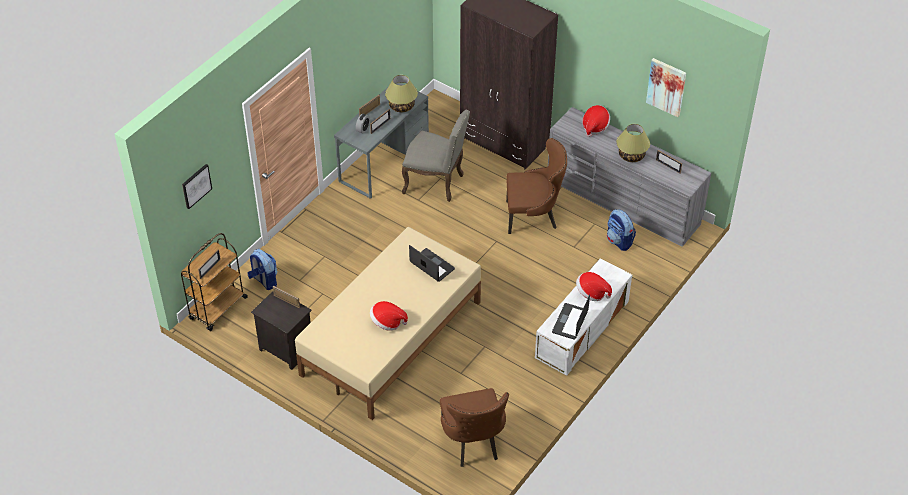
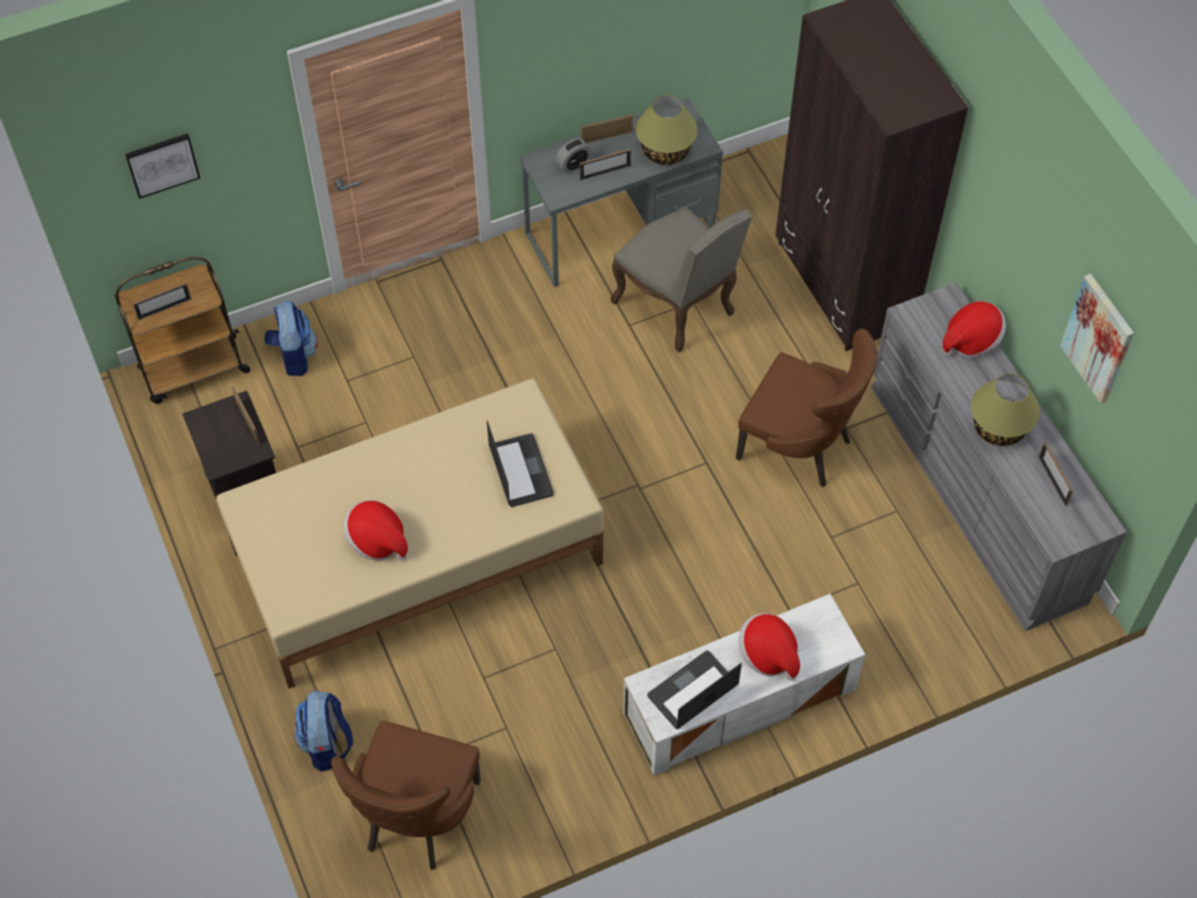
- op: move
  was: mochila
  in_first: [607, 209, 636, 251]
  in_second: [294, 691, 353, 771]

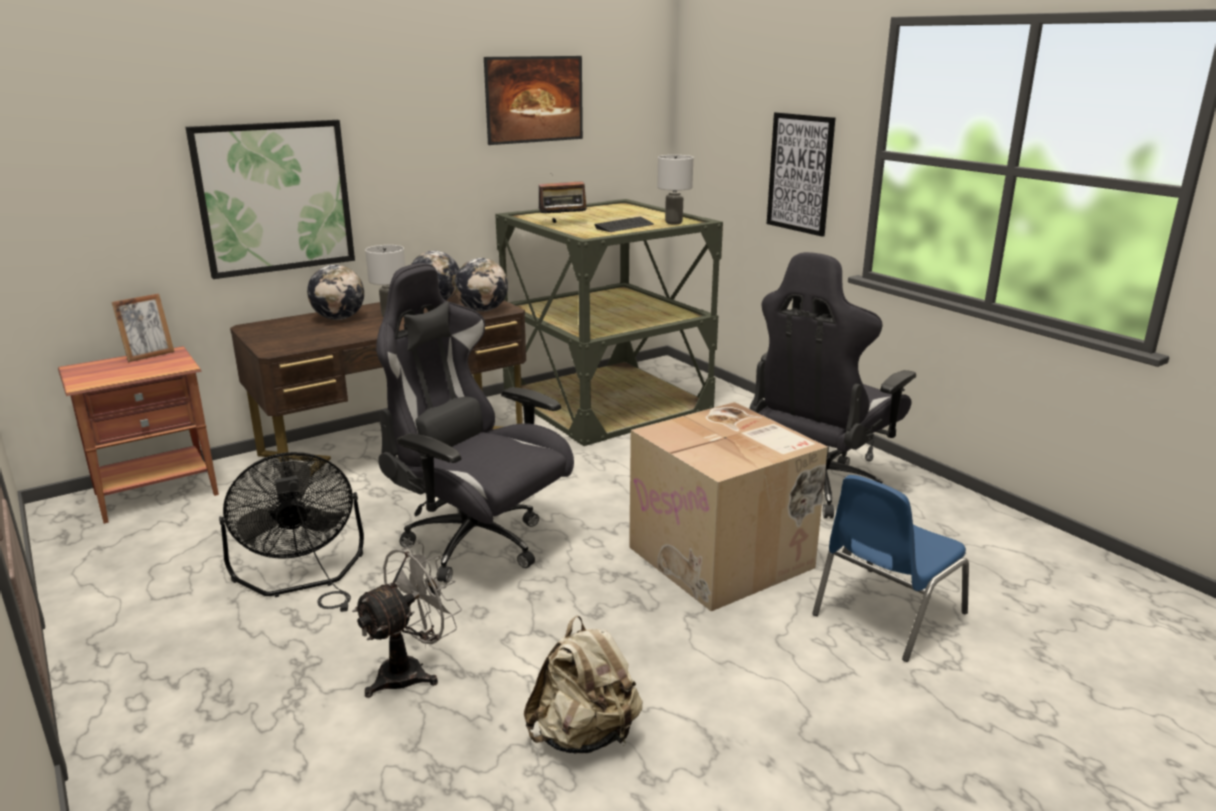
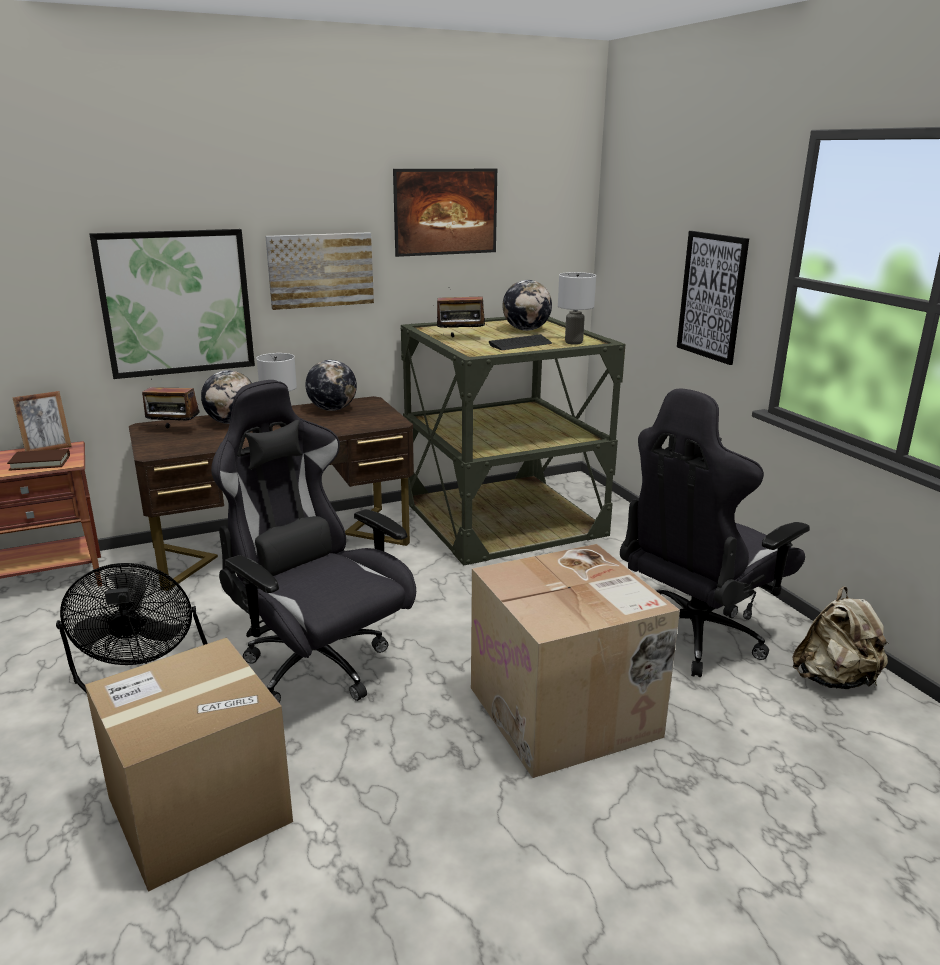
- op: insert
  now: libro (marrón)
  in_second: [7, 449, 70, 470]
- op: replace
  was: ventilador (gris)
  now: caja de cartón
  in_first: [352, 542, 462, 698]
  in_second: [85, 637, 293, 892]
- op: insert
  now: radio
  in_second: [142, 387, 200, 428]
- op: insert
  now: cuadro
  in_second: [265, 232, 374, 310]
- op: move
  was: globo terráqueo
  in_first: [455, 258, 508, 312]
  in_second: [502, 280, 552, 331]
- op: move
  was: mochila (beis)
  in_first: [524, 616, 642, 754]
  in_second: [792, 586, 889, 689]
- op: delete
  was: silla (azul)
  in_first: [812, 475, 969, 662]

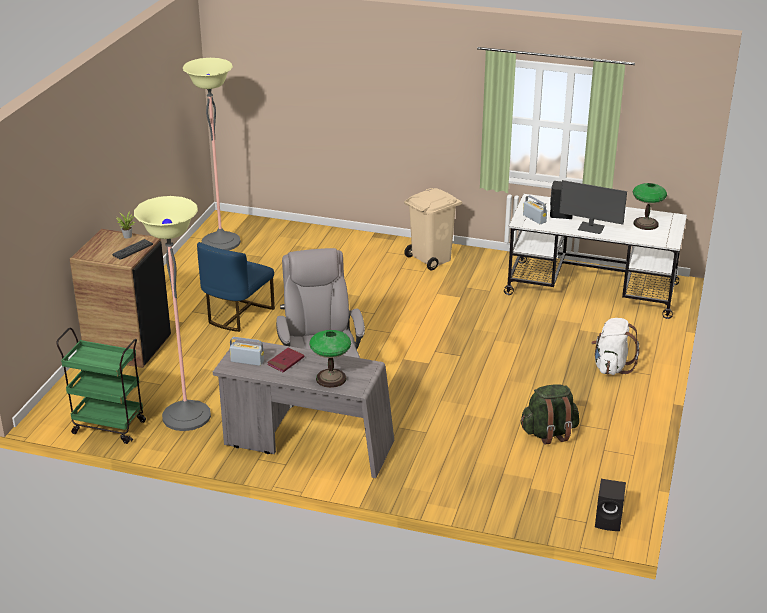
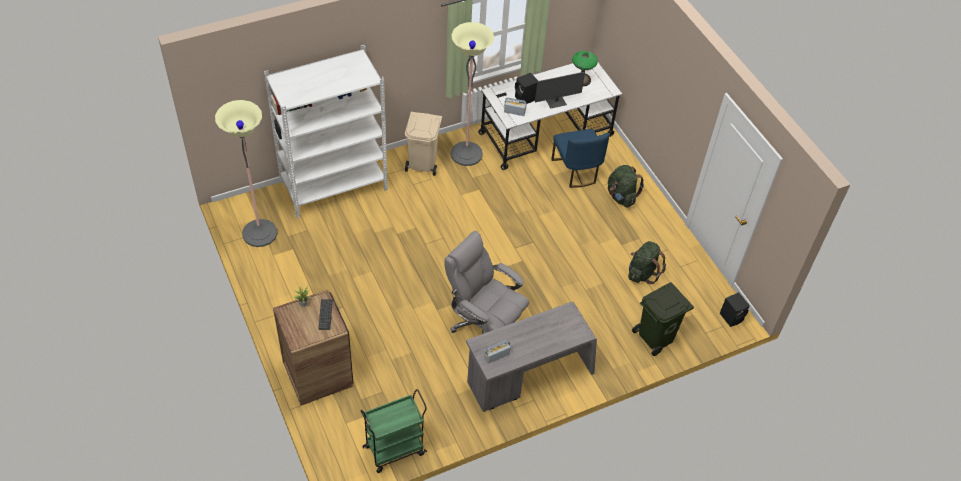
- op: insert
  now: estantería (blanco)
  in_second: [264, 45, 388, 218]
- op: move
  was: lámpara de pie
  in_first: [134, 196, 211, 431]
  in_second: [451, 22, 494, 166]
- op: move
  was: silla (azul)
  in_first: [197, 242, 275, 332]
  in_second: [551, 129, 610, 188]
- op: recolor
  was: mochila (blanco)
  now: mochila (verde)
  in_first: [591, 318, 640, 375]
  in_second: [608, 165, 644, 208]
- op: insert
  now: papelera (verde)
  in_second: [632, 282, 694, 356]
- op: delete
  was: libro (rojo)
  in_first: [267, 347, 304, 372]
- op: delete
  was: lámpara de mesa
  in_first: [309, 330, 351, 388]

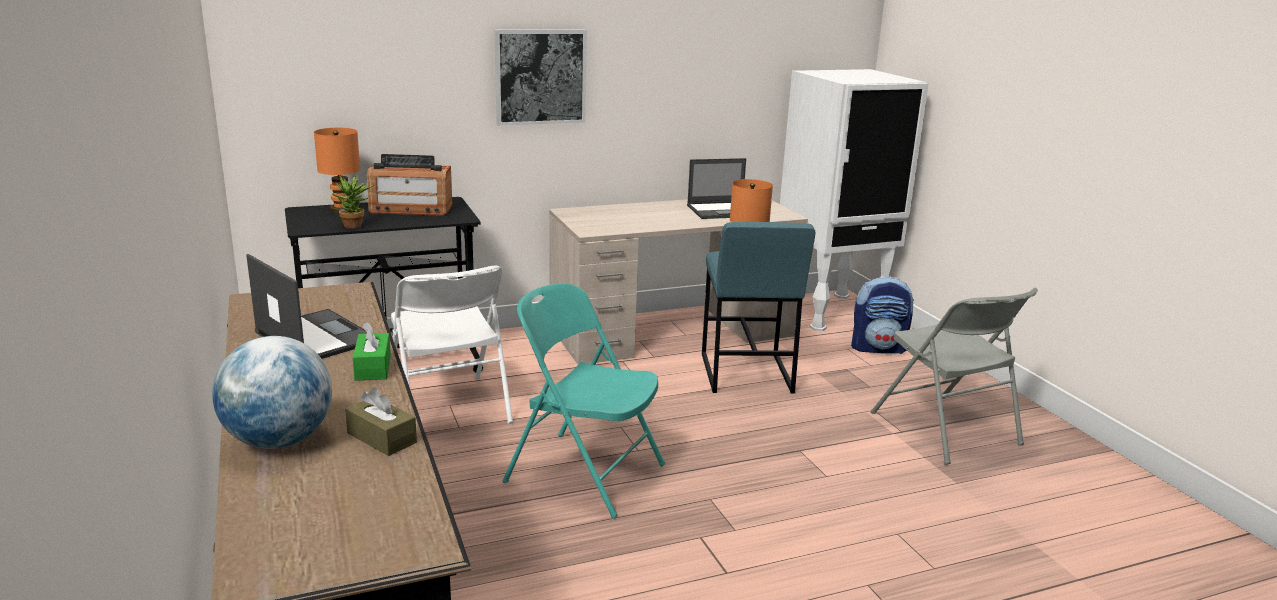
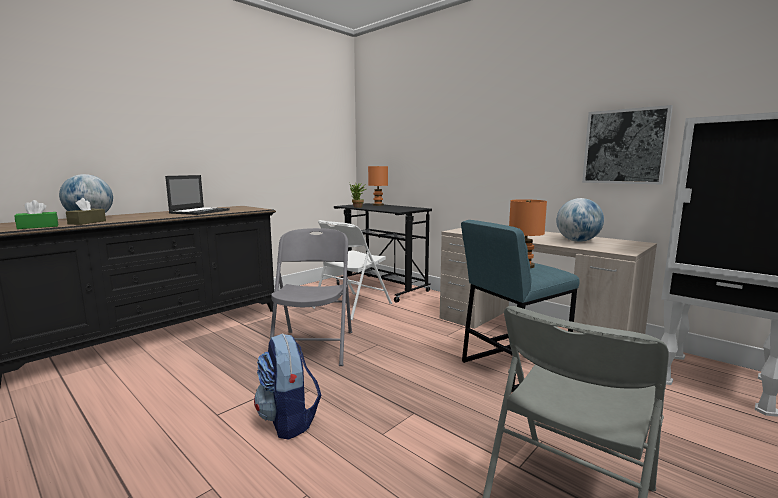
- op: move
  was: caja de pañuelos (verde)
  in_first: [353, 322, 391, 381]
  in_second: [14, 200, 58, 229]
- op: move
  was: mochila
  in_first: [851, 276, 914, 354]
  in_second: [254, 334, 322, 440]
- op: recolor
  was: silla (turquesa)
  now: silla (gris)
  in_first: [503, 283, 665, 519]
  in_second: [270, 228, 352, 366]
- op: replace
  was: portátil
  now: globo terráqueo
  in_first: [687, 158, 746, 219]
  in_second: [556, 198, 604, 242]
- op: move
  was: cuadro
  in_first: [494, 30, 587, 126]
  in_second: [582, 105, 673, 184]
- op: delete
  was: radio
  in_first: [367, 154, 452, 216]

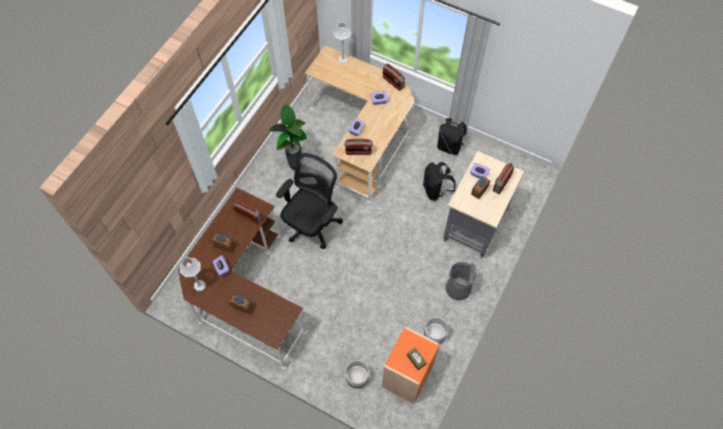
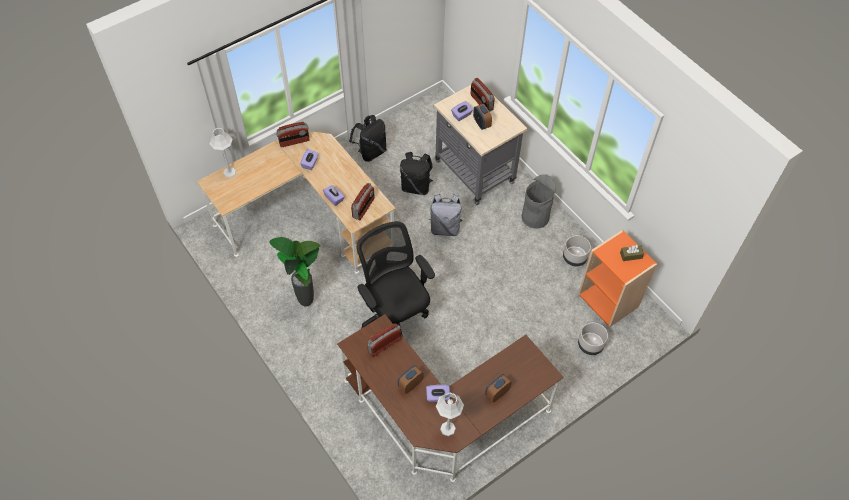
- op: insert
  now: mochila (gris)
  in_second: [429, 194, 463, 236]

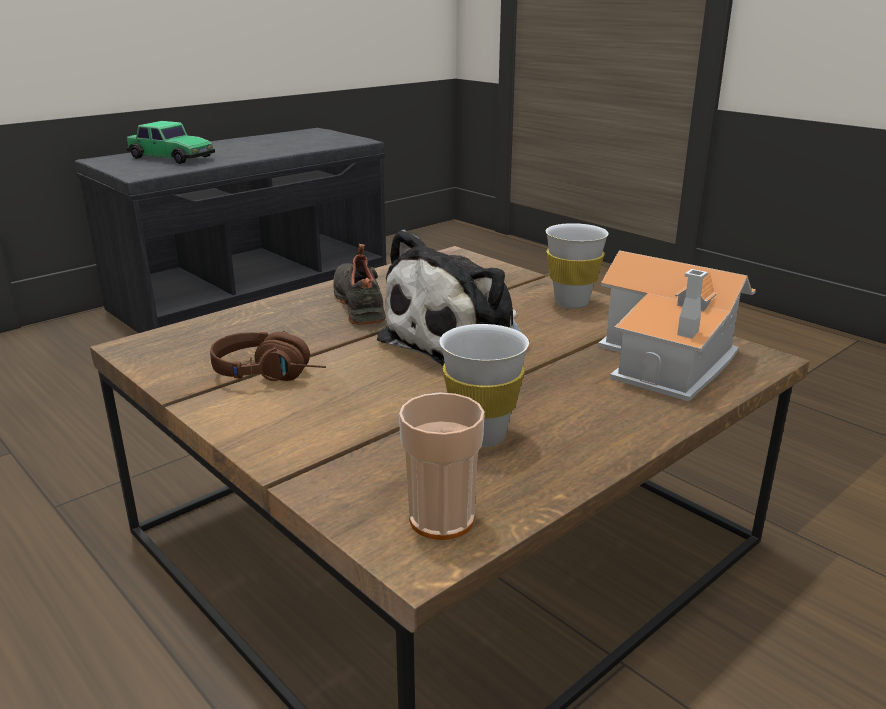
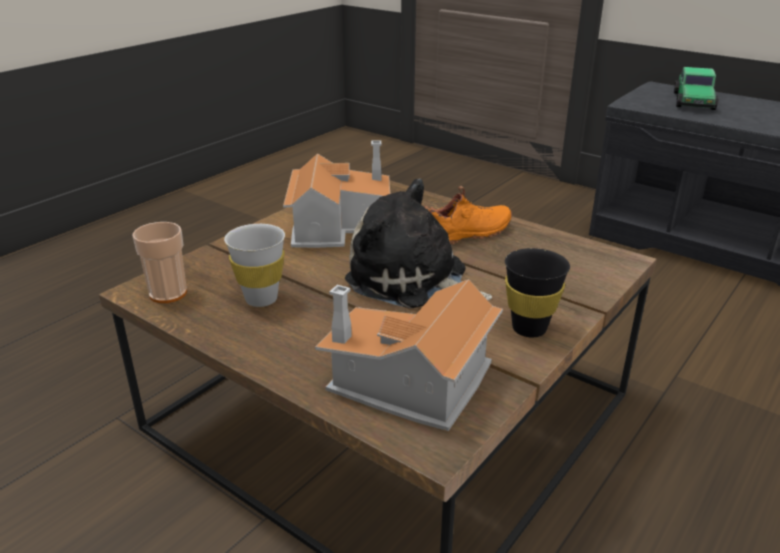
- op: replace
  was: auriculares (marrón)
  now: casita
  in_first: [210, 331, 326, 381]
  in_second: [283, 140, 390, 248]
- op: recolor
  was: zapato (negro)
  now: zapato (naranja)
  in_first: [333, 244, 386, 325]
  in_second: [424, 186, 512, 244]
- op: recolor
  was: taza (blanco)
  now: taza (negro)
  in_first: [546, 223, 609, 309]
  in_second: [505, 248, 570, 337]

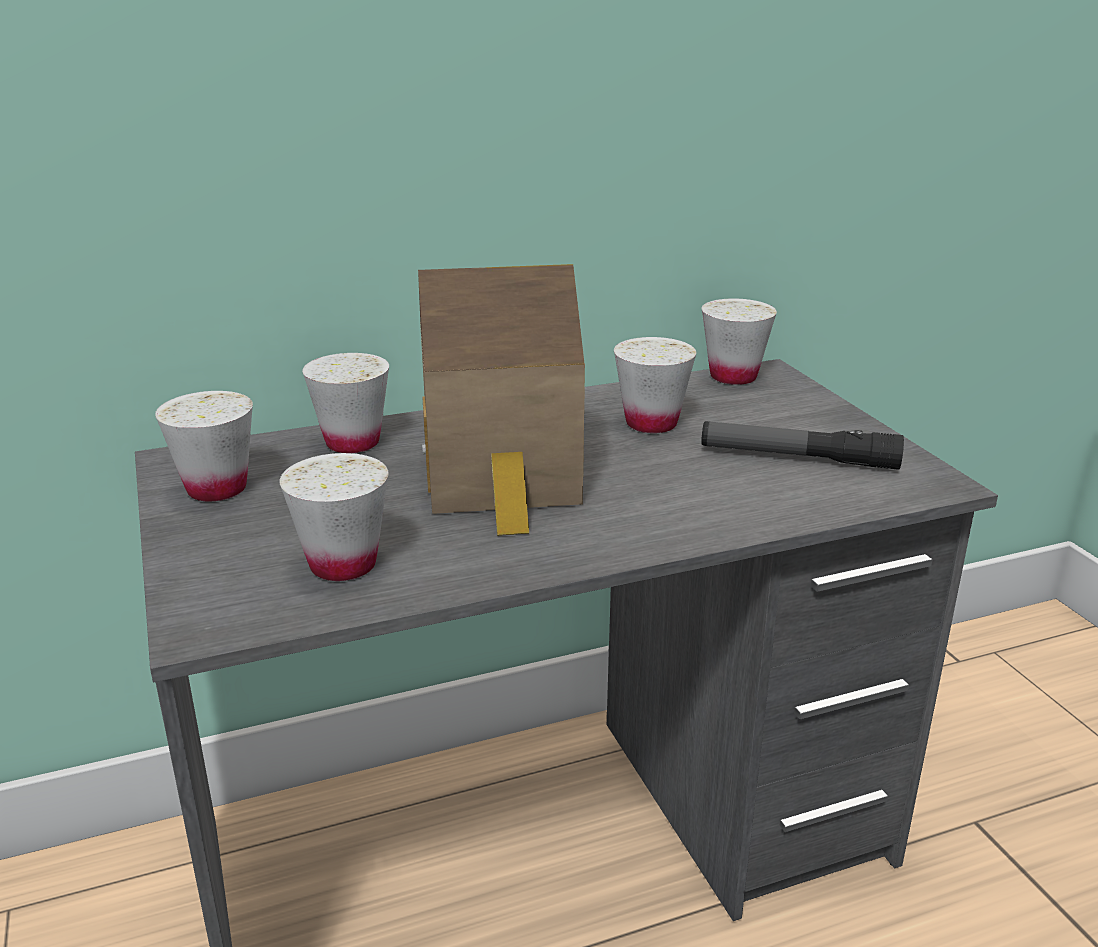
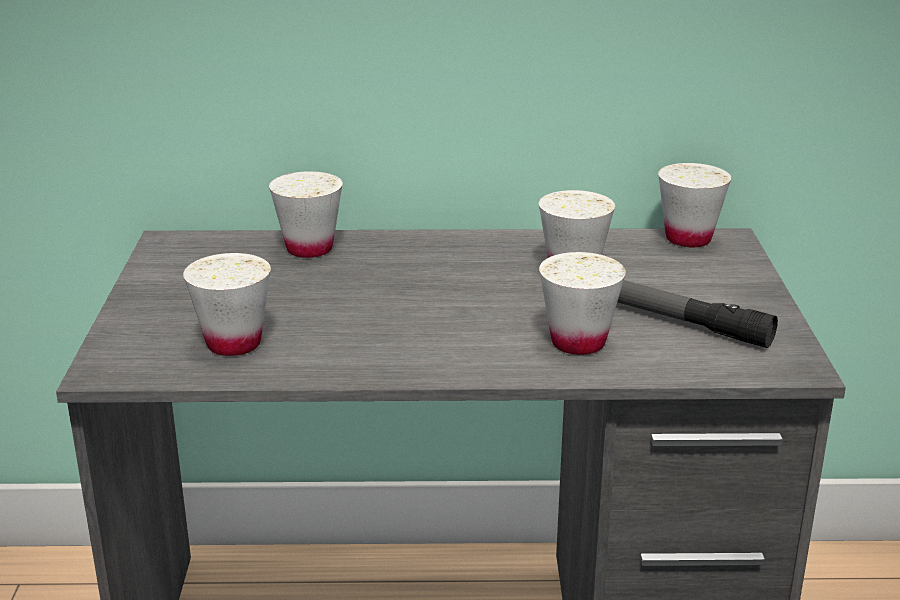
- op: move
  was: taza (blanco)
  in_first: [155, 391, 253, 501]
  in_second: [539, 252, 626, 355]
- op: delete
  was: casita
  in_first: [418, 264, 585, 536]

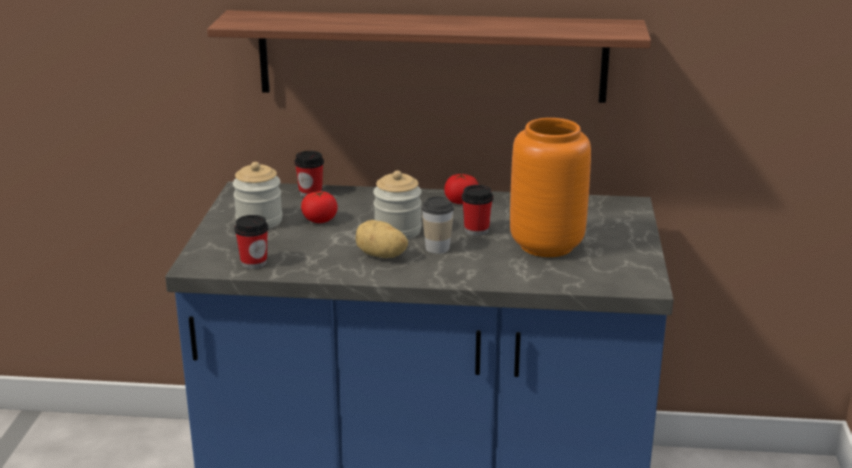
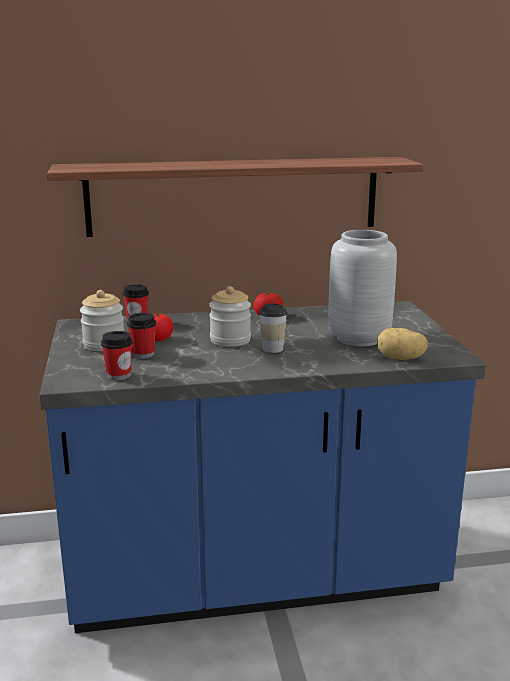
- op: move
  was: taza
  in_first: [462, 185, 493, 236]
  in_second: [127, 313, 156, 359]
- op: recolor
  was: florero (naranja)
  now: florero (gris)
  in_first: [510, 118, 591, 257]
  in_second: [328, 230, 397, 346]
- op: move
  was: patata
  in_first: [356, 220, 408, 258]
  in_second: [377, 328, 428, 360]

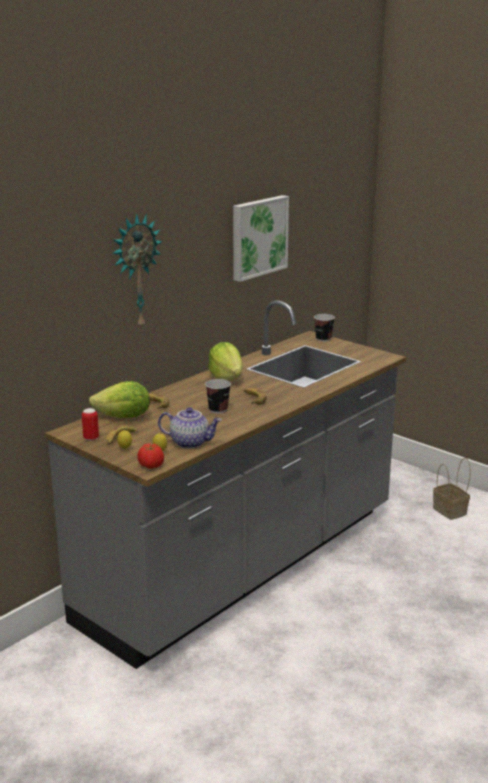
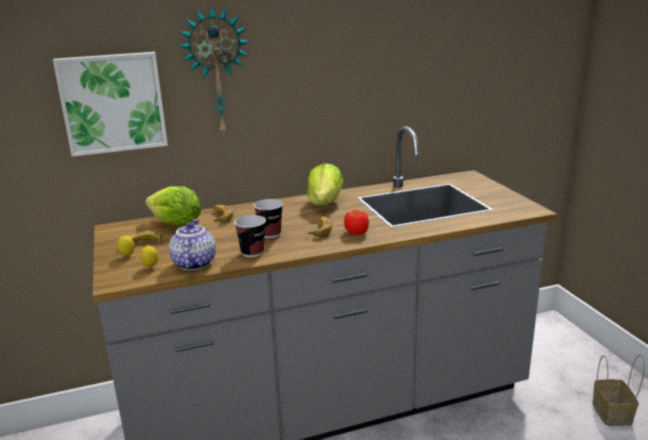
- op: move
  was: cuadro
  in_first: [233, 195, 289, 282]
  in_second: [53, 52, 168, 157]
- op: rotate
  was: tetera
  in_first: [158, 407, 222, 449]
  in_second: [169, 219, 216, 270]
  clockwise: -135
- op: move
  was: taza
  in_first: [314, 314, 335, 342]
  in_second: [234, 215, 266, 257]
- op: move
  was: tomate
  in_first: [137, 443, 164, 469]
  in_second: [344, 210, 369, 235]
- op: delete
  was: lata
  in_first: [82, 408, 99, 441]

